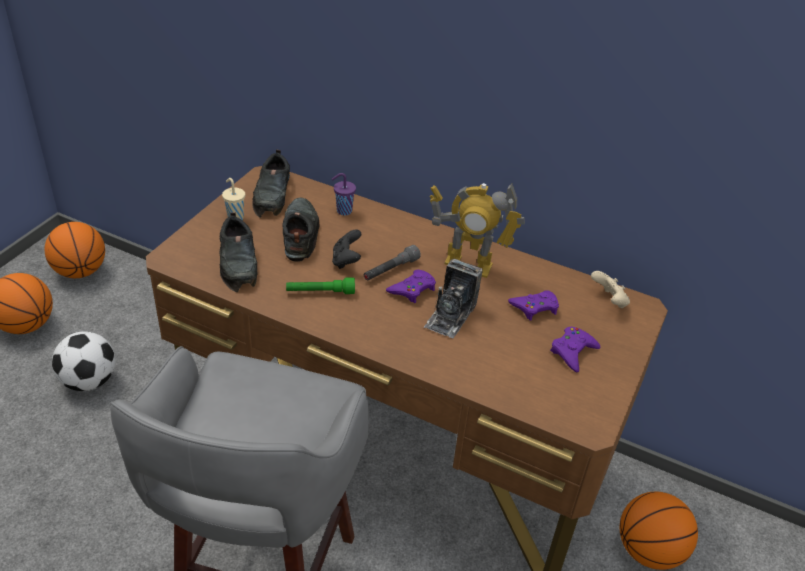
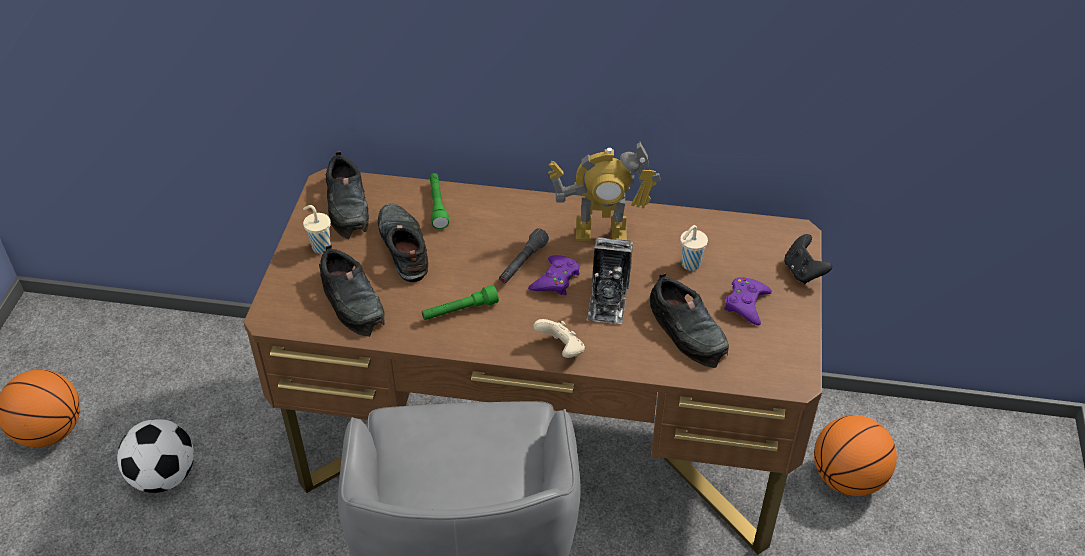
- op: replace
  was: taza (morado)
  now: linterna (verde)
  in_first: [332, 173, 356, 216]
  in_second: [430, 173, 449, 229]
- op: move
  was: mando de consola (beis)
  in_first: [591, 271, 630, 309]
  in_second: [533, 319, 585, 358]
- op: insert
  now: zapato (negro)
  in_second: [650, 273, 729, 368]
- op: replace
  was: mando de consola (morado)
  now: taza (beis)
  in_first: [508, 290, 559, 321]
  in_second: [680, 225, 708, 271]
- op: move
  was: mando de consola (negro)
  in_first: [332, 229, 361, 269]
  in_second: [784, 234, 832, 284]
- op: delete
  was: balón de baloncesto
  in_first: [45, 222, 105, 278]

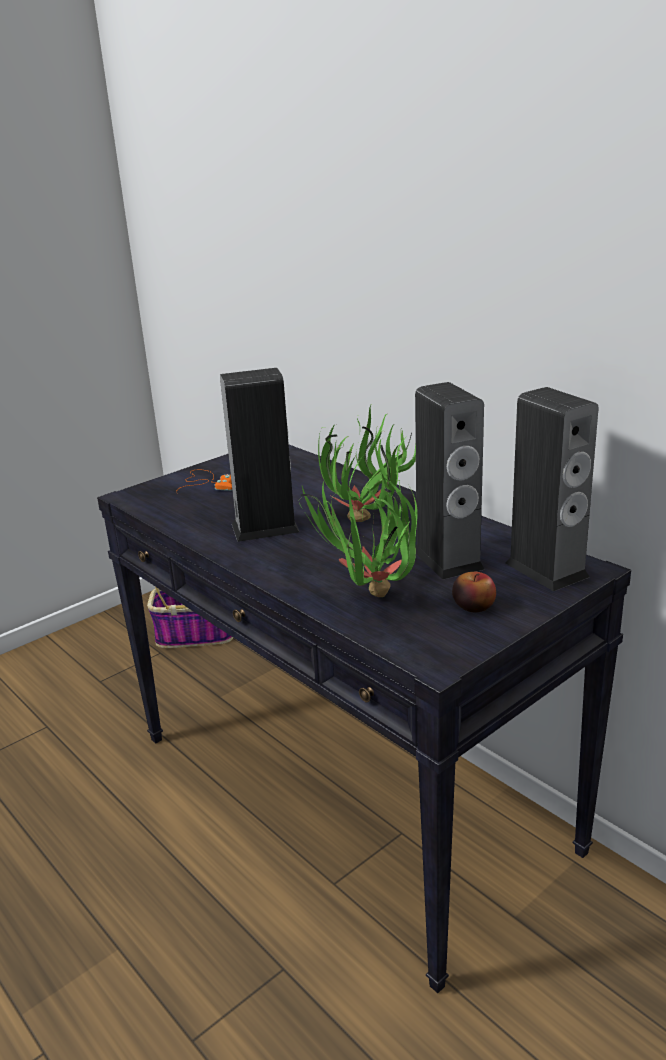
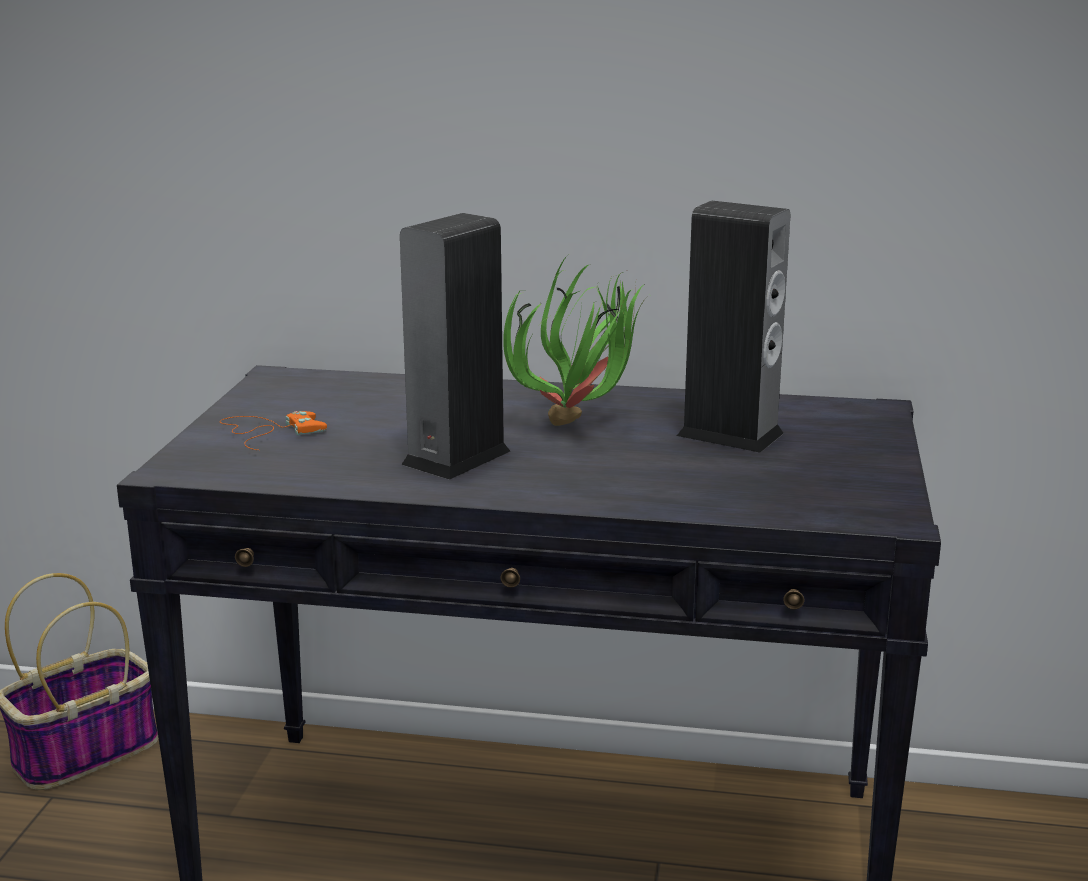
- op: delete
  was: planta en maceta
  in_first: [298, 474, 418, 597]
- op: delete
  was: manzana
  in_first: [452, 572, 496, 612]
- op: delete
  was: altavoz
  in_first: [505, 387, 599, 591]

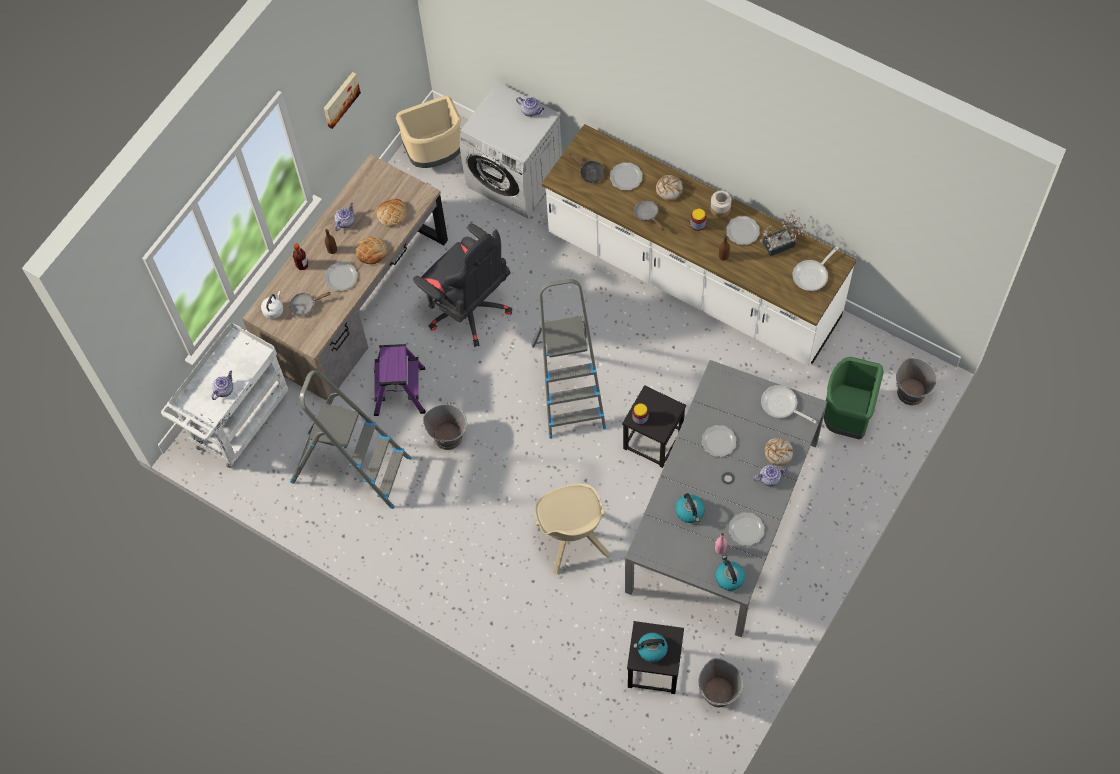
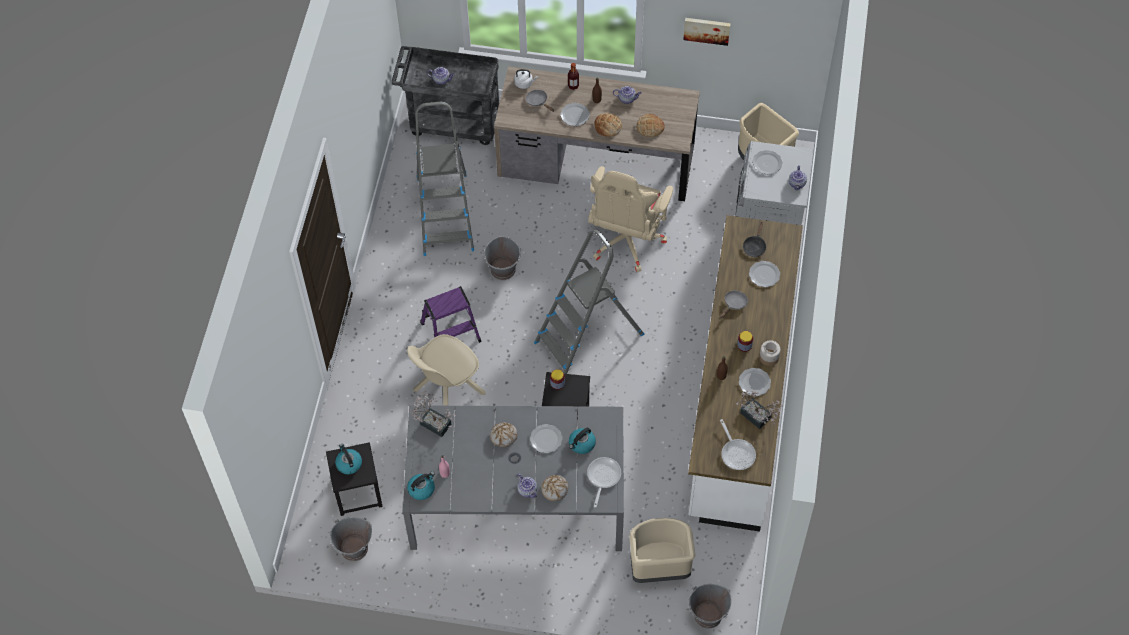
- op: recolor
  was: carrito (blanco)
  now: carrito (negro)
  in_first: [161, 323, 288, 468]
  in_second: [392, 46, 499, 146]
- op: insert
  now: planta en maceta
  in_second: [409, 391, 456, 437]
- op: move
  was: escalera de tijera (morado)
  in_first: [374, 344, 426, 416]
  in_second: [420, 286, 482, 343]
- op: move
  was: pan
  in_first: [656, 175, 683, 201]
  in_second: [490, 422, 518, 447]
- op: move
  was: hervidor
  in_first: [675, 493, 705, 523]
  in_second: [569, 428, 596, 454]
- op: recolor
  was: silla de oficina (negro)
  now: silla de oficina (beis)
  in_first: [413, 224, 512, 347]
  in_second: [588, 166, 673, 272]
- op: recolor
  was: papelera (verde)
  now: papelera (beis)
  in_first: [824, 357, 884, 439]
  in_second: [629, 518, 696, 583]
- op: rotate
  was: sartén
  in_first: [793, 246, 839, 291]
  in_second: [720, 419, 756, 470]
  clockwise: -135
- op: move
  was: plato
  in_first: [729, 512, 765, 546]
  in_second: [752, 150, 783, 175]

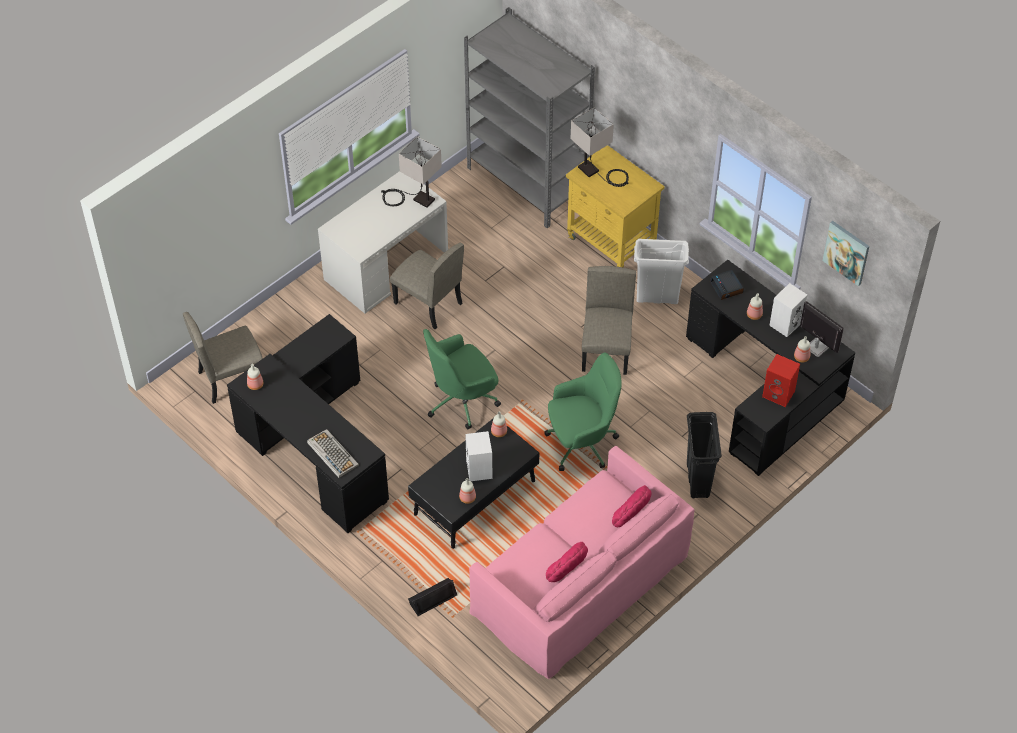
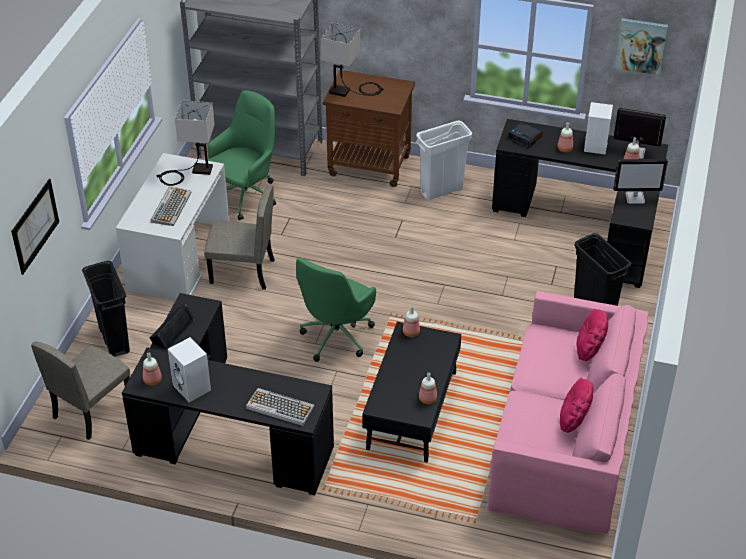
- op: insert
  now: cuadro
  in_second: [11, 179, 59, 275]
- op: insert
  now: papelera (negro)
  in_second: [82, 261, 130, 357]
- op: move
  was: altavoz (negro)
  in_first: [408, 578, 457, 616]
  in_second: [149, 304, 195, 350]
- op: insert
  now: teclado
  in_second: [151, 186, 192, 226]
- op: move
  was: altavoz (blanco)
  in_first: [465, 431, 493, 481]
  in_second: [168, 337, 211, 402]
- op: move
  was: silla de oficina (verde)
  in_first: [544, 353, 622, 471]
  in_second: [207, 90, 276, 220]
- op: recolor
  was: carrito (amarillo)
  now: carrito (marrón)
  in_first: [566, 145, 665, 267]
  in_second: [323, 70, 415, 187]
- op: replace
  was: altavoz (rojo)
  now: monitor
  in_first: [762, 354, 800, 407]
  in_second: [613, 159, 668, 204]
- op: delete
  was: silla (beis)
  in_first: [582, 266, 636, 375]

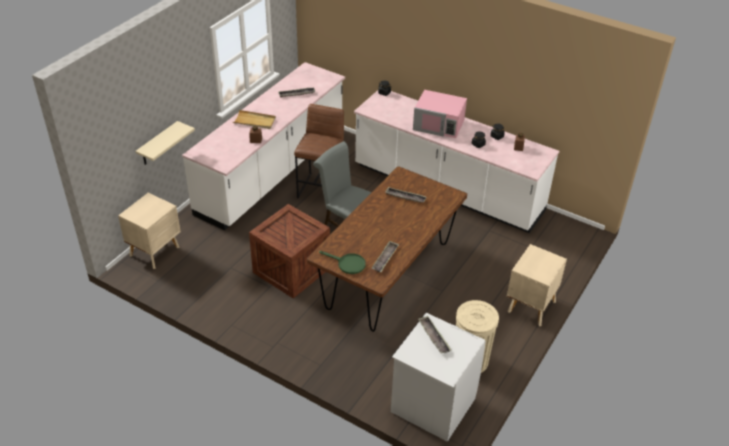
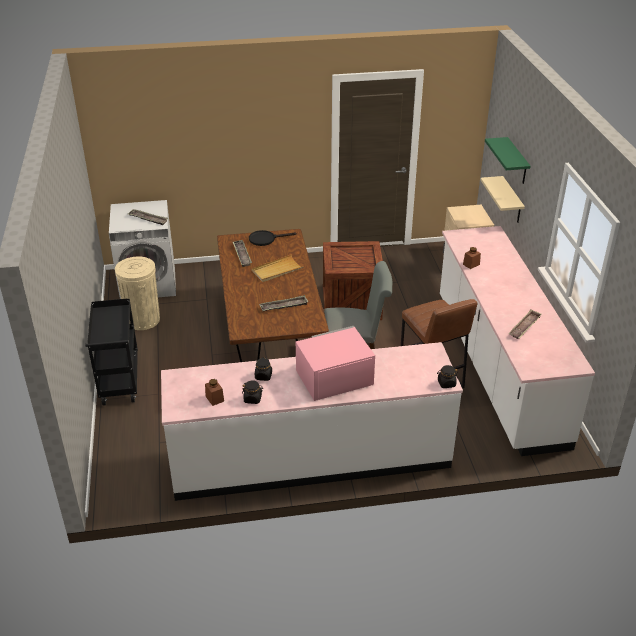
- op: replace
  was: mesita de noche (beis)
  now: carrito (negro)
  in_first: [507, 244, 567, 326]
  in_second: [85, 299, 138, 406]
- op: recolor
  was: sartén (verde)
  now: sartén (negro)
  in_first: [319, 251, 366, 274]
  in_second: [249, 230, 296, 246]
- op: move
  was: bandeja (beis)
  in_first: [233, 110, 276, 129]
  in_second: [252, 255, 304, 282]
- op: insert
  now: estante (verde)
  in_second: [485, 137, 531, 184]

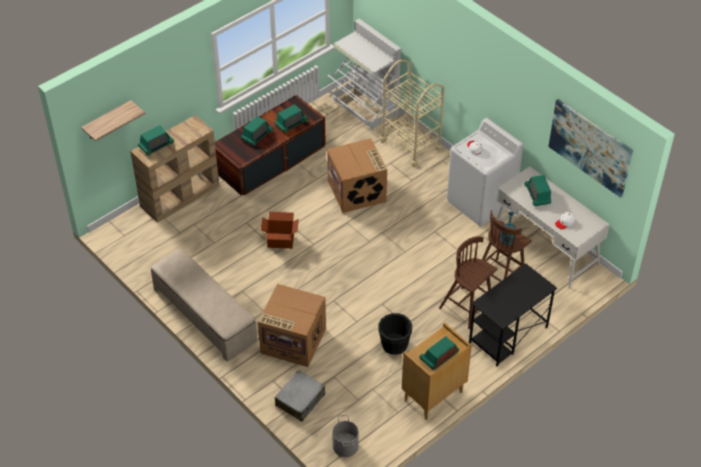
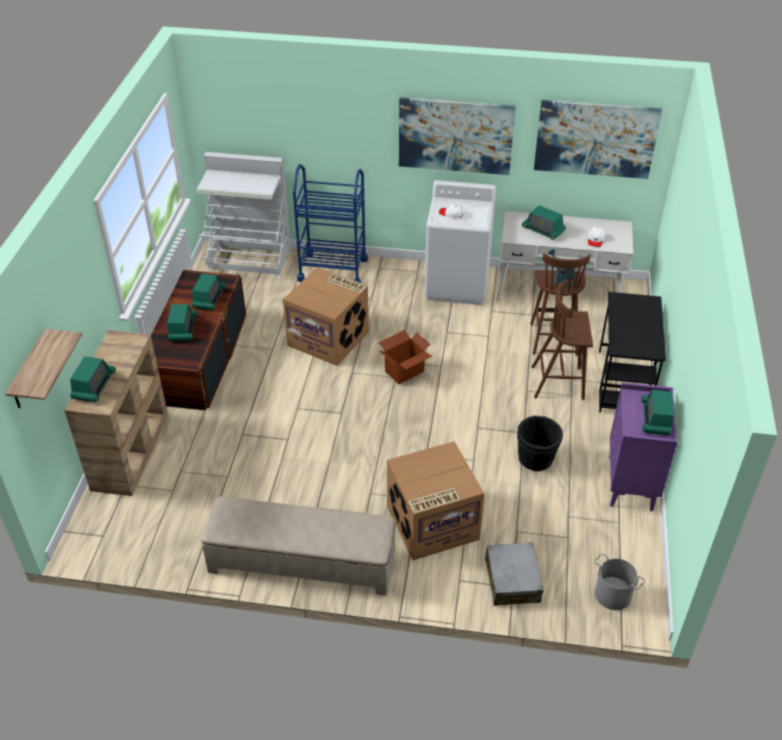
- op: recolor
  was: carrito (beis)
  now: carrito (azul)
  in_first: [380, 59, 445, 167]
  in_second: [293, 164, 368, 283]
- op: move
  was: caja de cartón
  in_first: [261, 212, 299, 249]
  in_second: [379, 330, 432, 384]
- op: insert
  now: cuadro
  in_second: [399, 97, 516, 175]
- op: recolor
  was: armario (marrón)
  now: armario (morado)
  in_first: [402, 323, 472, 420]
  in_second: [609, 382, 677, 511]

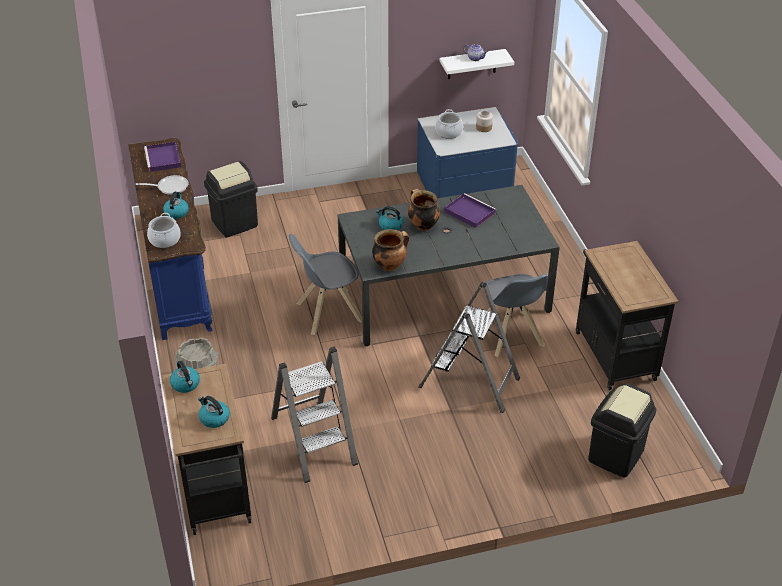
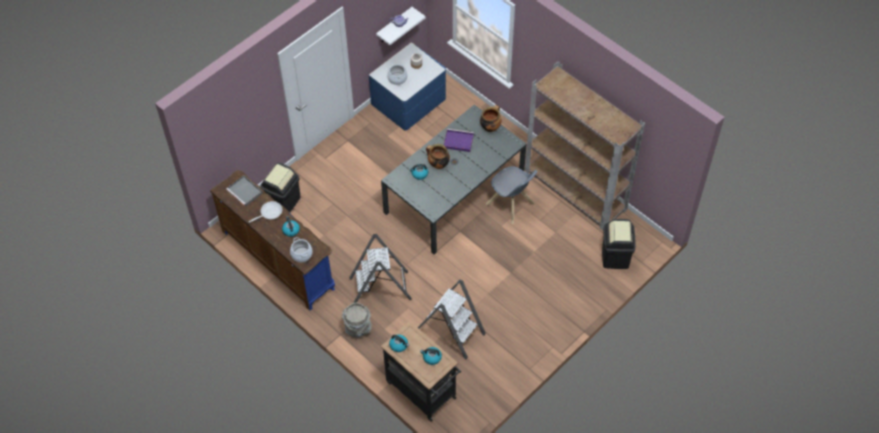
- op: recolor
  was: bandeja (morado)
  now: bandeja (gris)
  in_first: [144, 142, 181, 172]
  in_second: [226, 175, 263, 207]
- op: move
  was: escalera de tijera (gris)
  in_first: [418, 282, 520, 413]
  in_second: [349, 234, 412, 303]
- op: move
  was: olla
  in_first: [372, 229, 409, 271]
  in_second: [480, 105, 502, 132]
- op: replace
  was: carrito (negro)
  now: estantería (marrón)
  in_first: [576, 241, 678, 390]
  in_second: [525, 62, 645, 231]
- op: delete
  was: silla (gris)
  in_first: [289, 234, 363, 335]

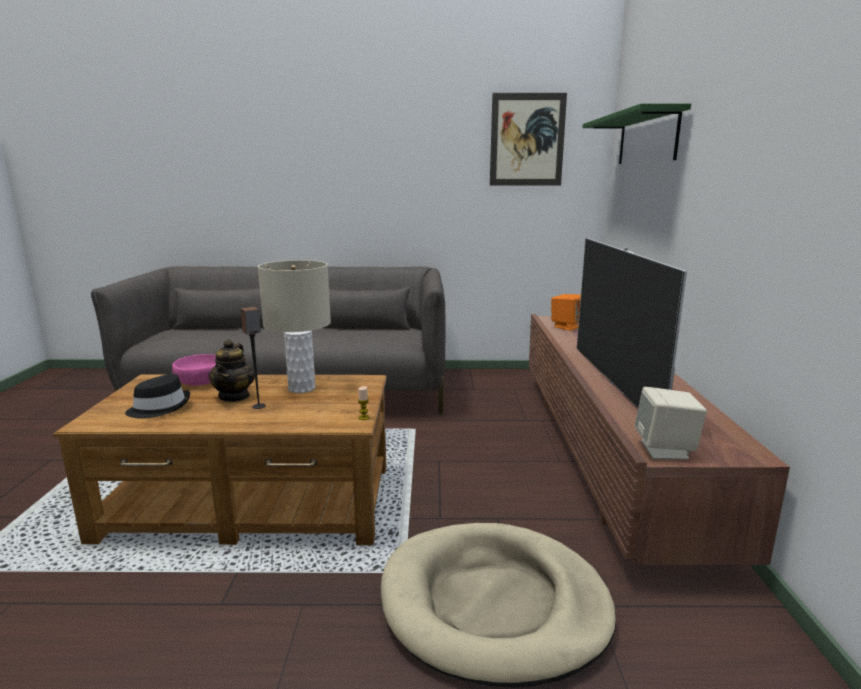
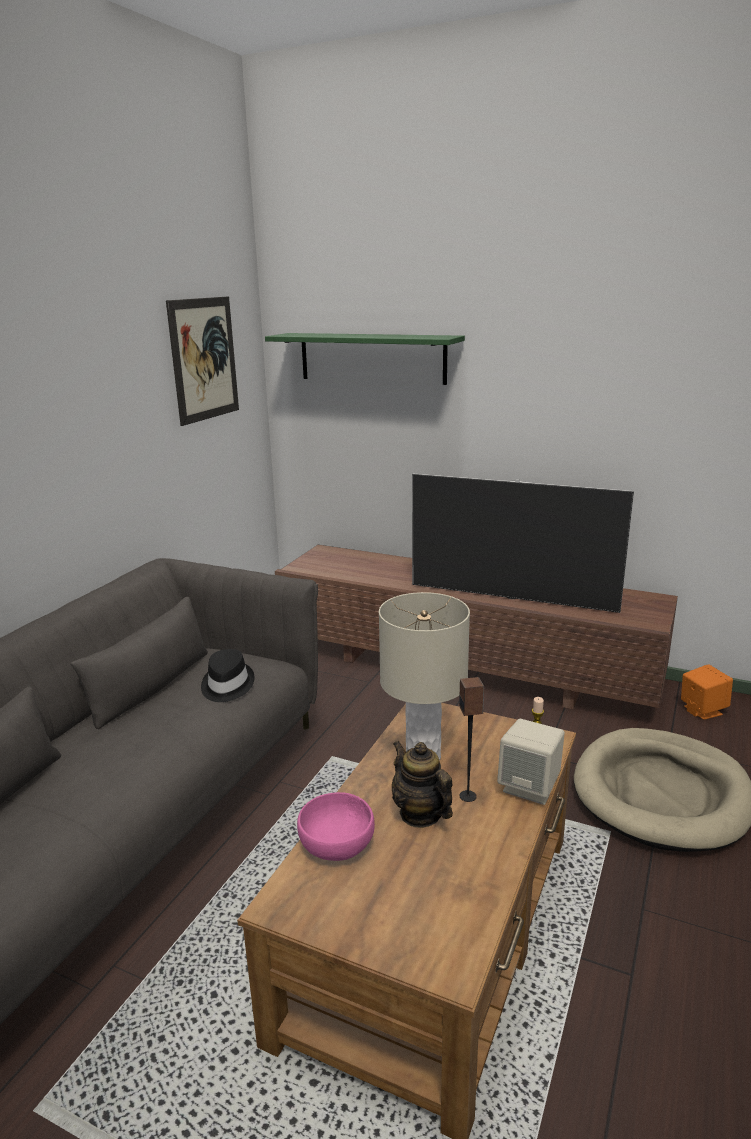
- op: move
  was: sombrero (negro)
  in_first: [125, 374, 190, 419]
  in_second: [201, 649, 254, 702]
- op: rotate
  was: tetera
  in_first: [208, 339, 255, 402]
  in_second: [392, 741, 453, 828]
  clockwise: -150
- op: move
  was: altavoz (beis)
  in_first: [635, 387, 707, 460]
  in_second: [497, 719, 565, 805]
- op: move
  was: altavoz (naranja)
  in_first: [551, 294, 581, 331]
  in_second: [681, 664, 733, 720]

